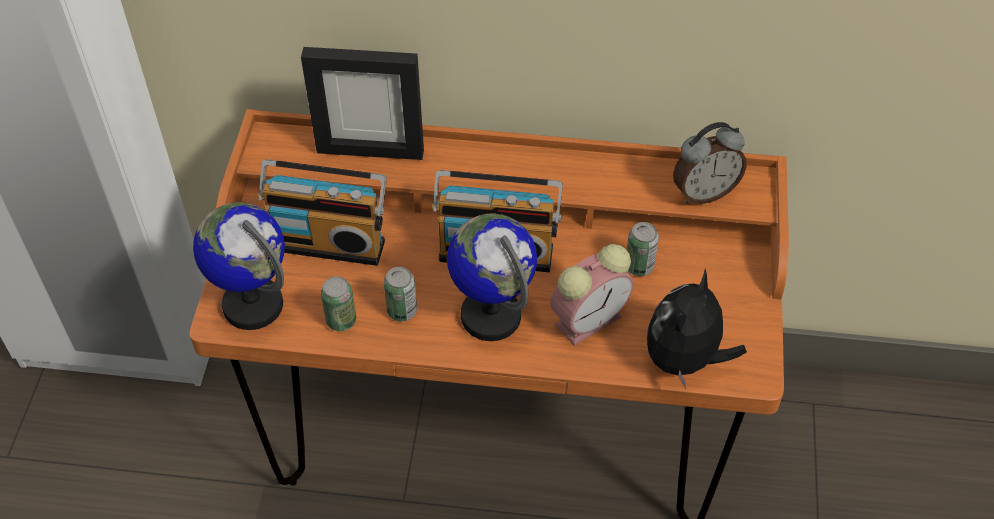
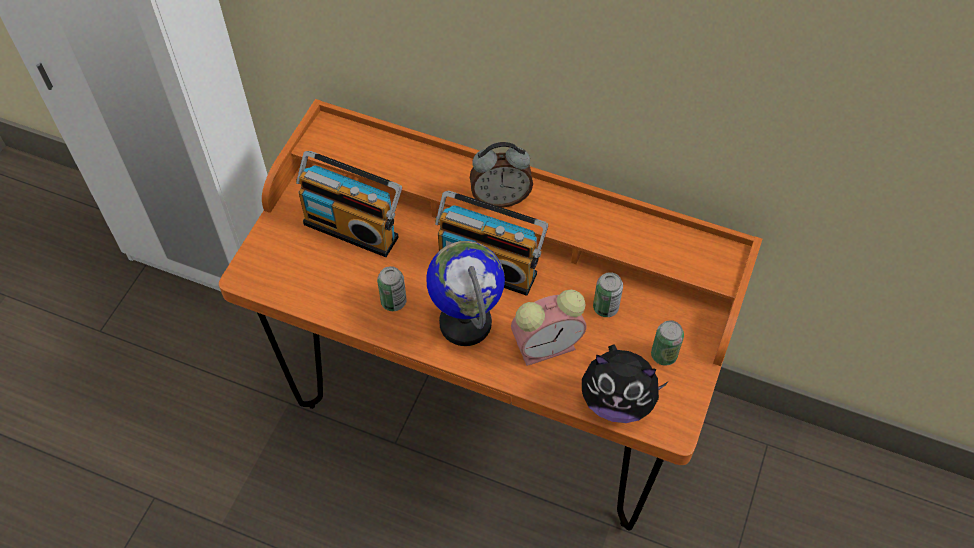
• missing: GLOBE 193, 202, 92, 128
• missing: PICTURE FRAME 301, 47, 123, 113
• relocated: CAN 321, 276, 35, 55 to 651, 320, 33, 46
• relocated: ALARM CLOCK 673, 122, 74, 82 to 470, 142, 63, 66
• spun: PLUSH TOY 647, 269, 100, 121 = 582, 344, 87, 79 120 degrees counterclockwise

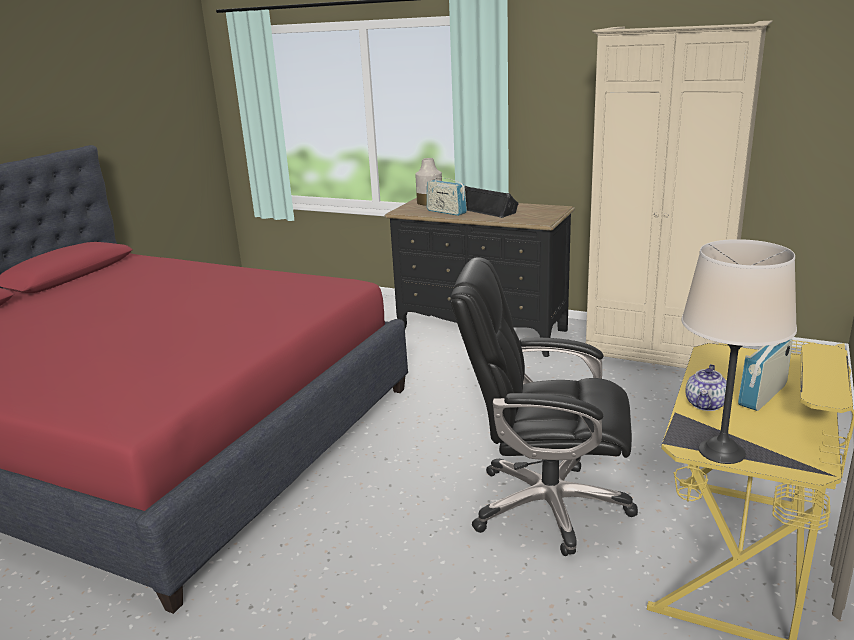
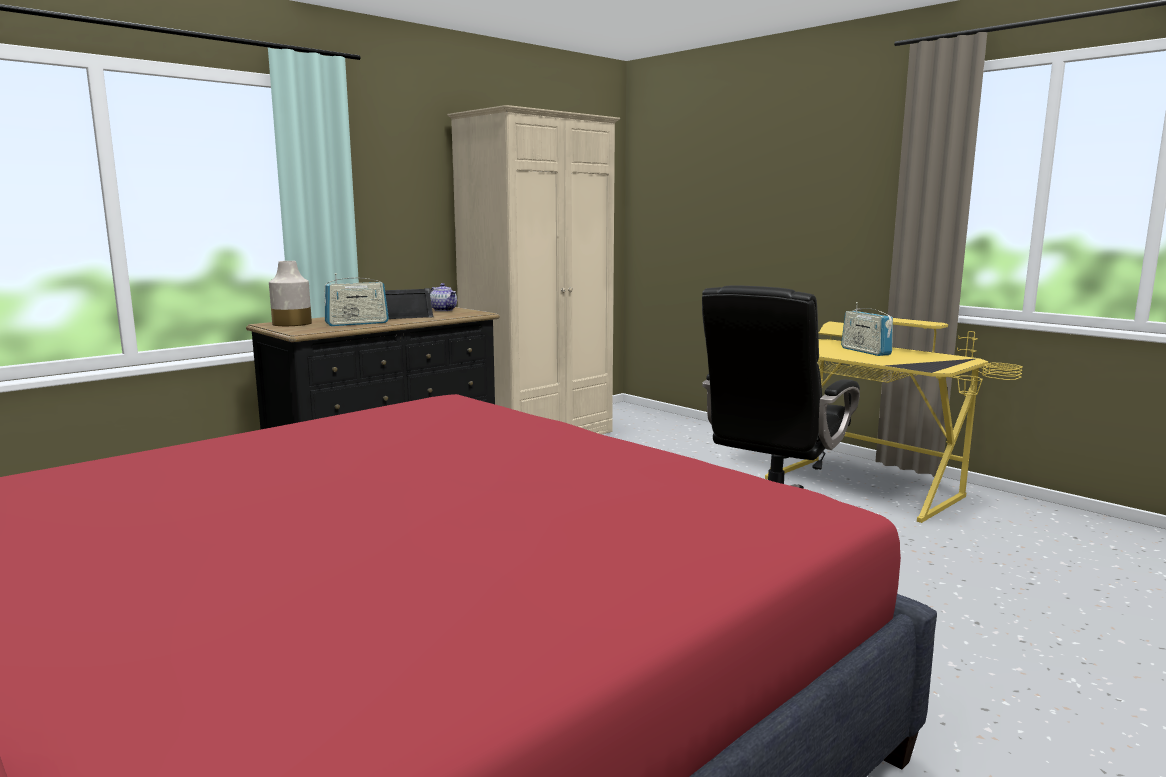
• missing: BEIGE TABLE LAMP 681, 239, 116, 225
• relocated: TEAPOT 685, 364, 42, 47 to 430, 283, 27, 28

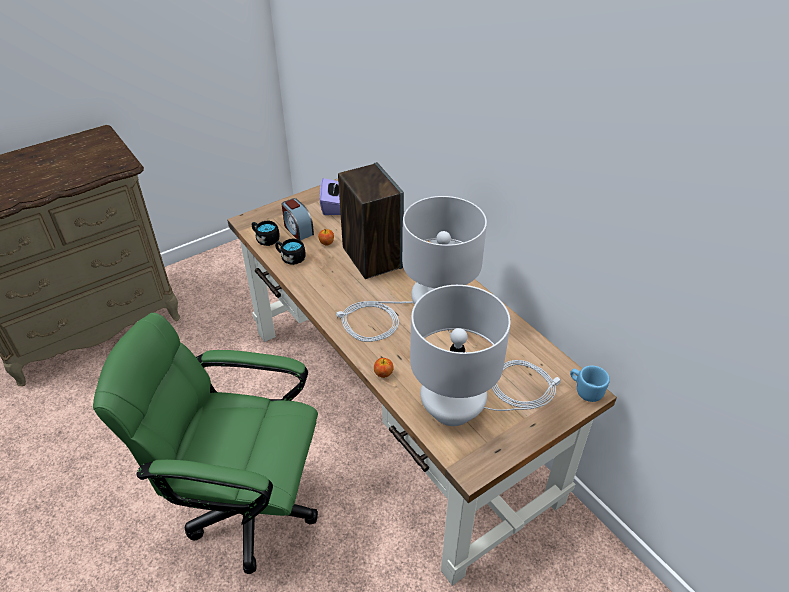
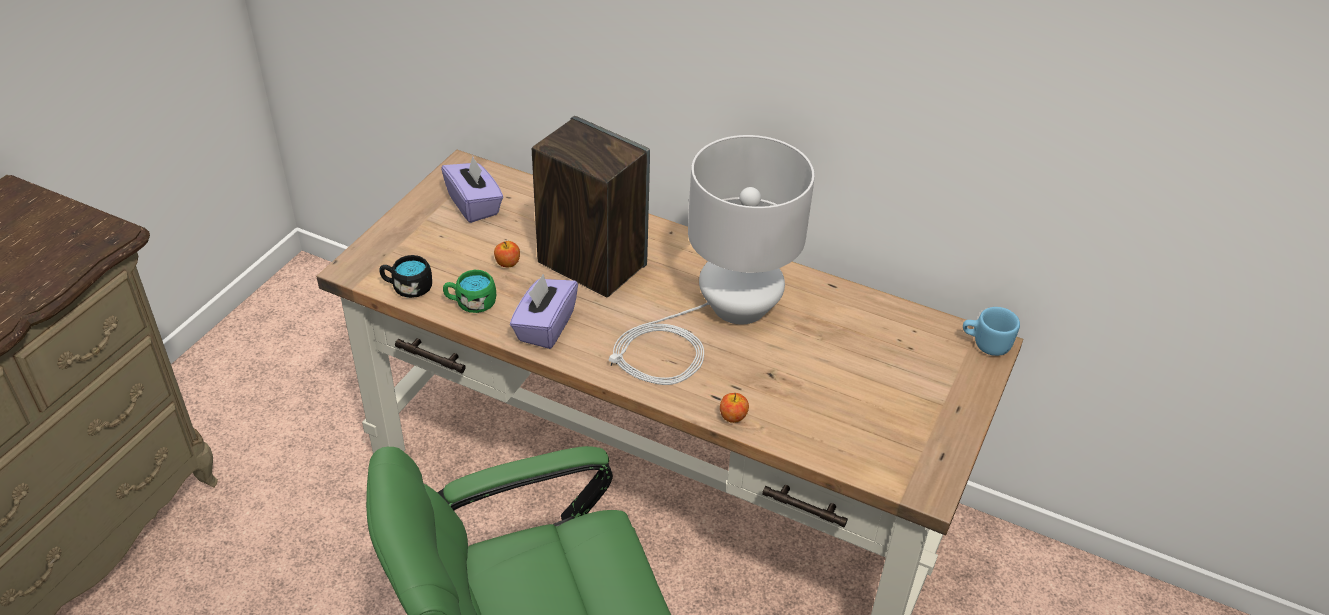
• missing: ALARM CLOCK 281, 198, 33, 43
• missing: WHITE TABLE LAMP 410, 285, 151, 141
• appeared: PURPLE TISSUE BOX 510, 274, 68, 75
• colour: BLACK MUG 275, 238, 31, 27 to GREEN MUG 443, 270, 53, 43

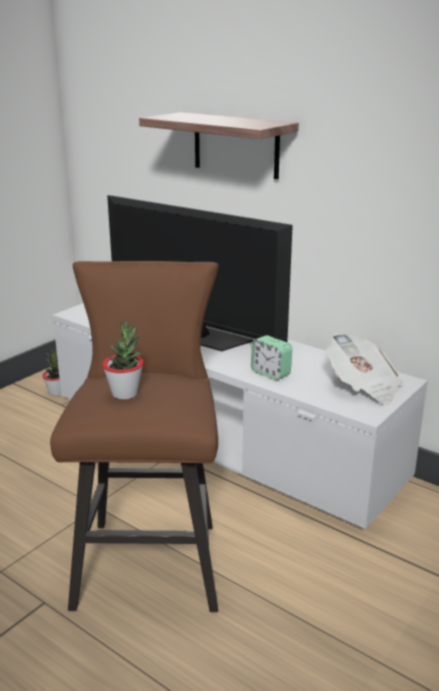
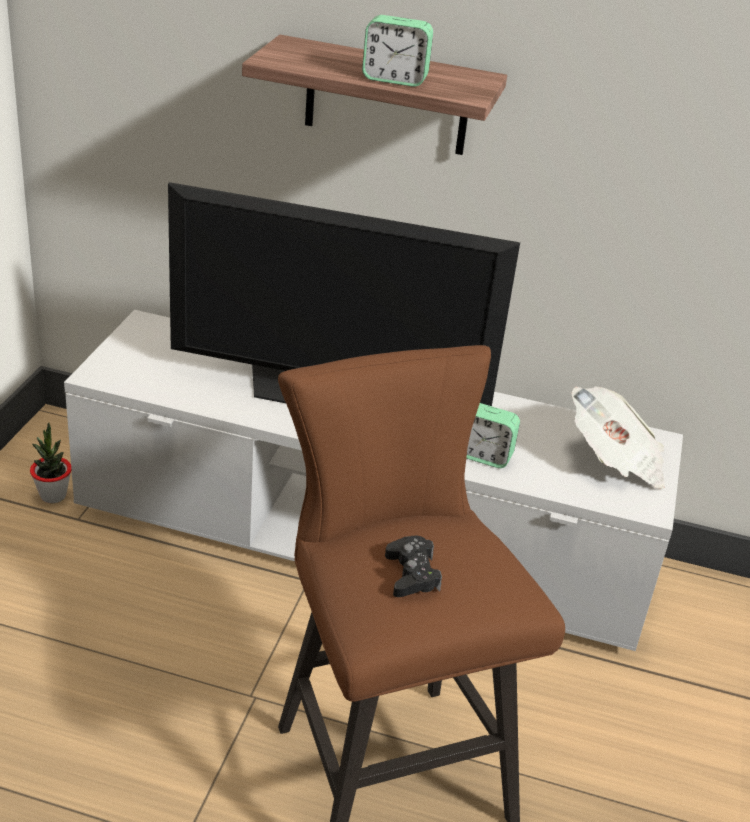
• appeared: ALARM CLOCK 362, 15, 71, 72
• exchanged: POTTED PLANT 102, 322, 41, 77 to BLACK GAME CONTROLLER 385, 536, 57, 61

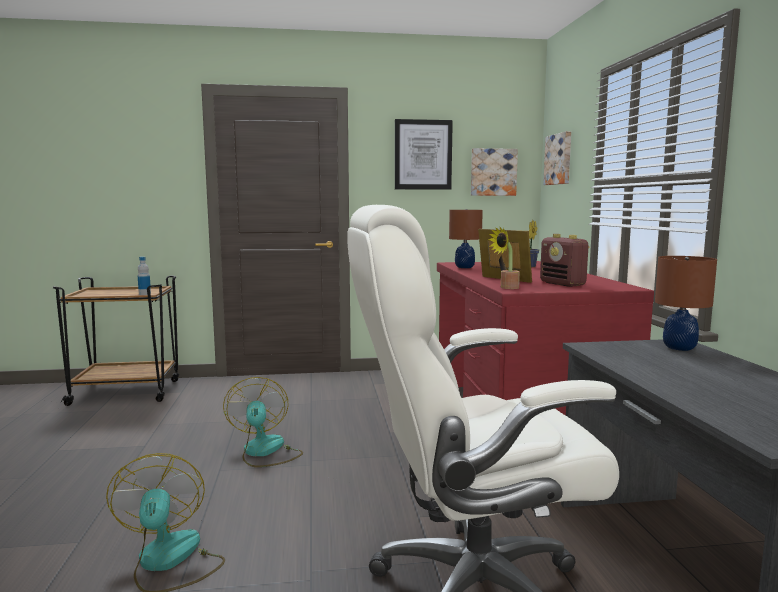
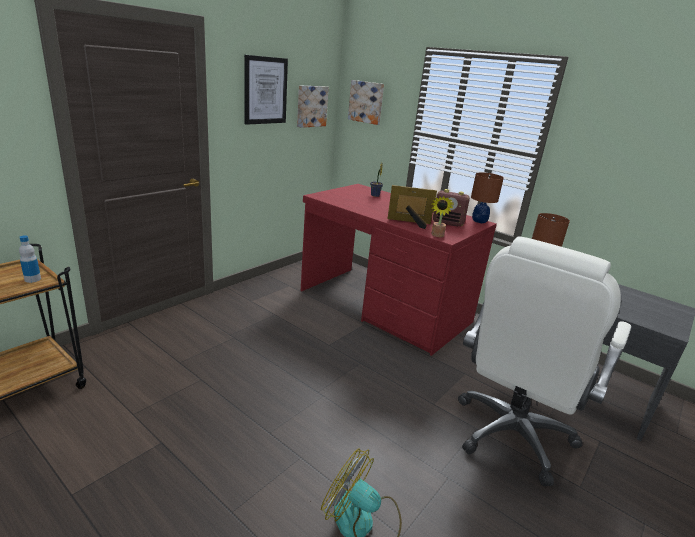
• missing: FAN 223, 377, 80, 90
• relocated: BROWN TABLE LAMP 449, 209, 34, 59 to 471, 172, 33, 51

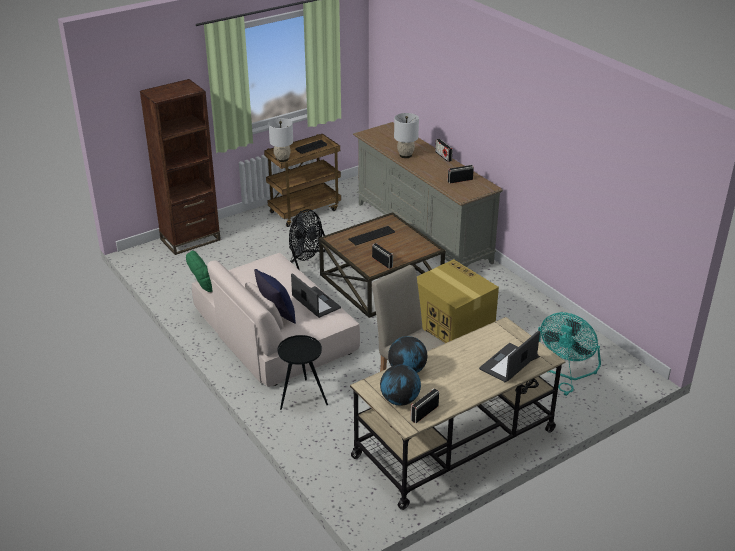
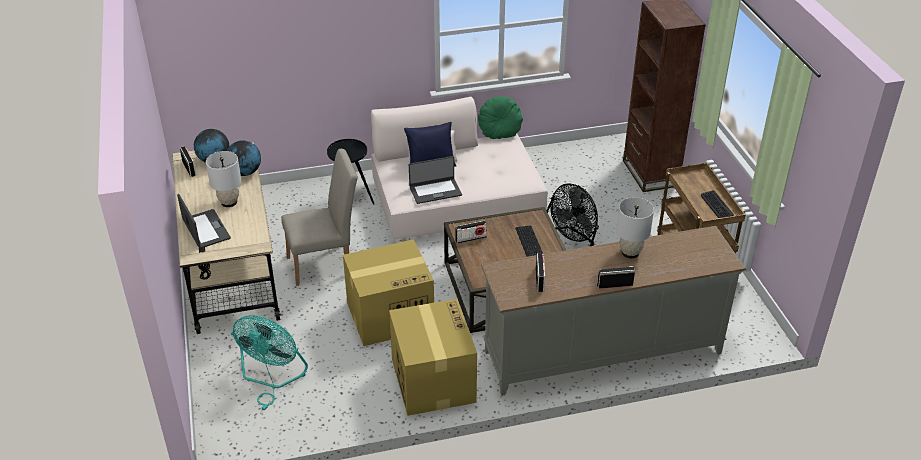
• appeared: CARDBOARD BOX 389, 299, 88, 117
• relocated: WHITE TABLE LAMP 268, 118, 25, 44 to 206, 151, 35, 56
• spun: TURQUOISE FAN 538, 312, 63, 84 = 231, 315, 77, 95 120 degrees counterclockwise

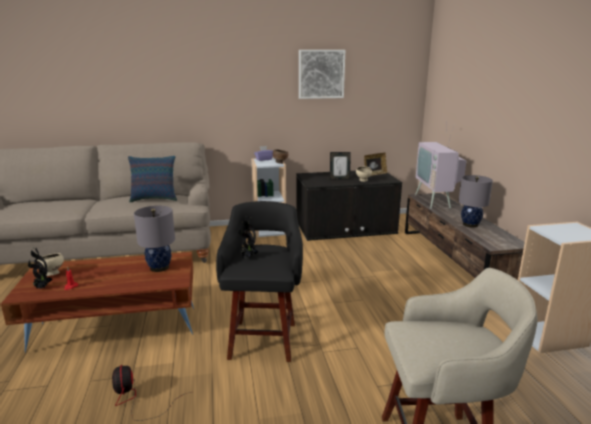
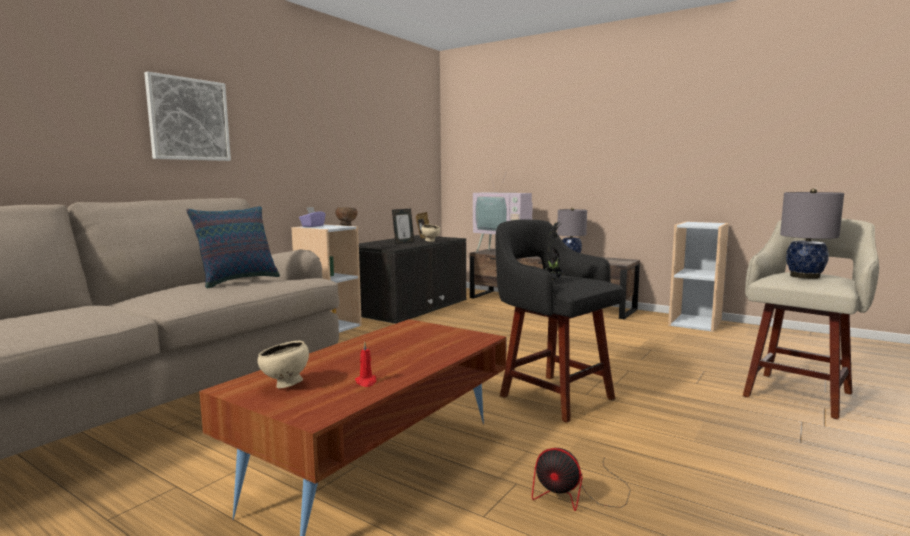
• missing: POTTED PLANT 28, 248, 25, 41
• relocated: GREY TABLE LAMP 134, 206, 41, 66 to 780, 188, 64, 91
• relocated: PICTURE 299, 50, 46, 49 to 144, 71, 87, 90

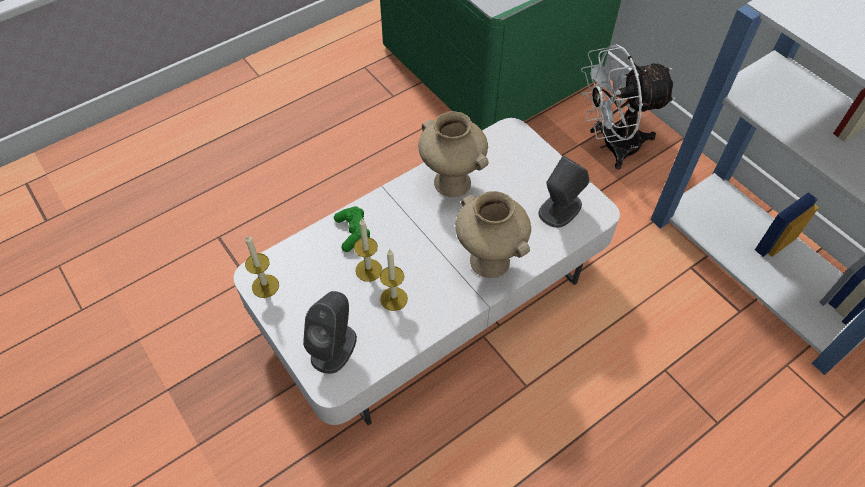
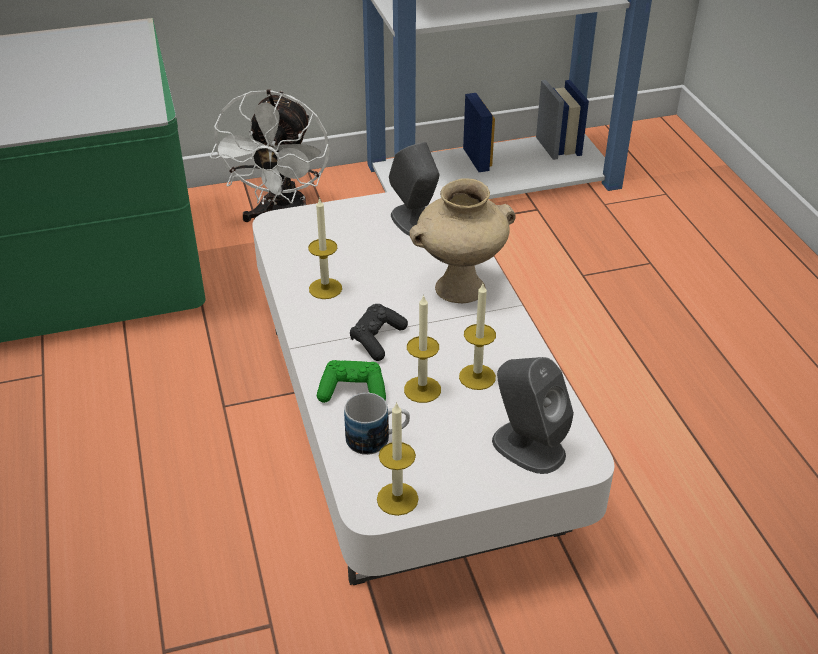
• appeared: MUG 344, 393, 66, 62
• appeared: BLACK GAME CONTROLLER 350, 304, 58, 57
• exchanged: BEIGE VASE 418, 111, 71, 86 to CANDLE 308, 197, 34, 102

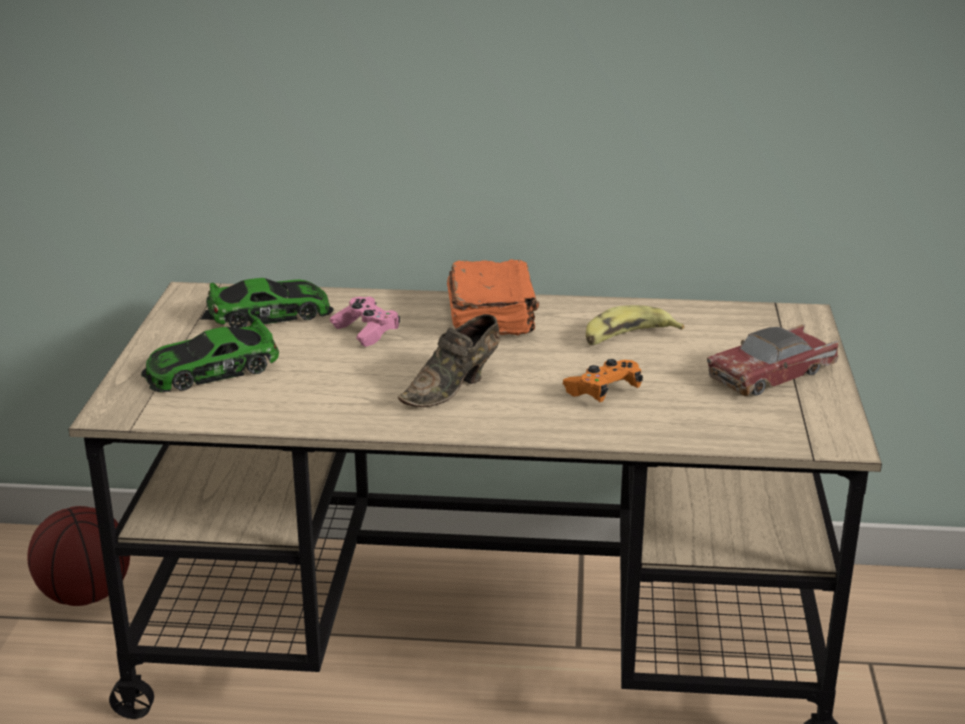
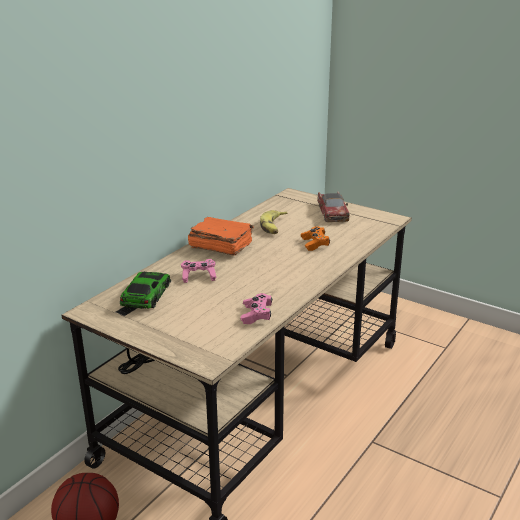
• missing: TOY CAR 141, 319, 138, 73
• missing: BROWN SHOE 398, 314, 102, 93
• appeared: PINK GAME CONTROLLER 240, 293, 33, 31

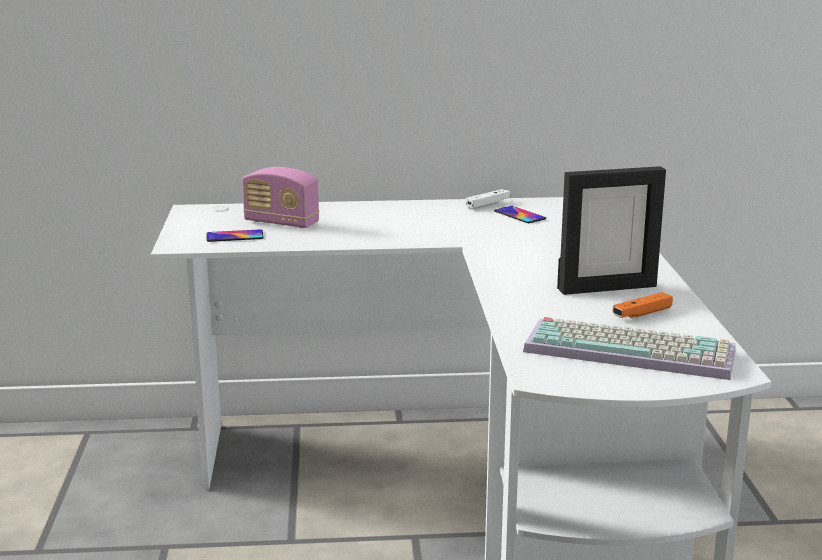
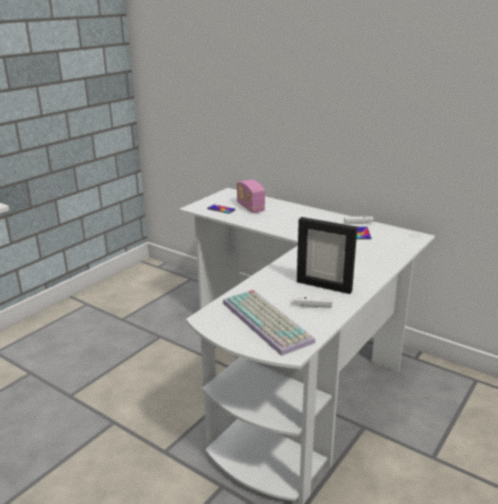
• colour: ORANGE GAME CONTROLLER 612, 292, 61, 26 to WHITE GAME CONTROLLER 293, 296, 39, 12

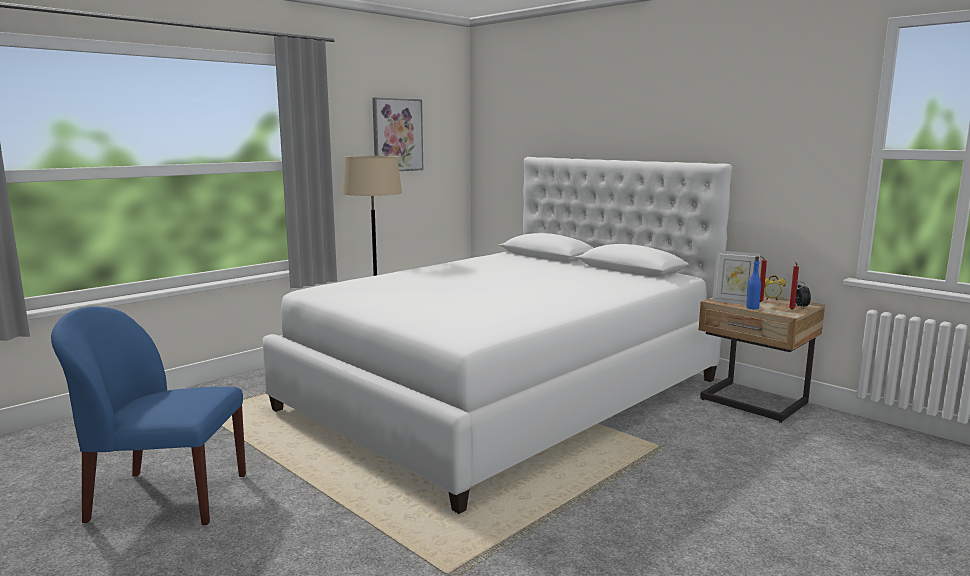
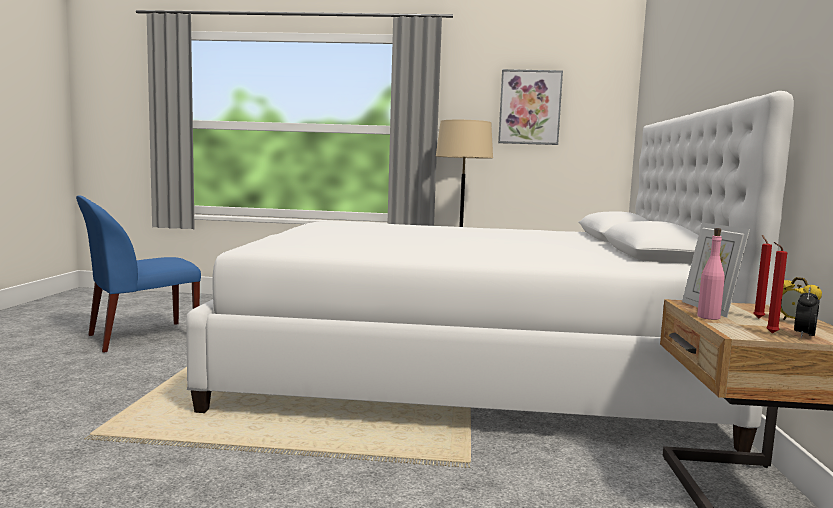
• colour: BLUE BOTTLE 746, 256, 15, 53 to PINK BOTTLE 697, 228, 28, 92
• spun: BLUE CHAIR 51, 306, 195, 219 = 76, 195, 125, 158 90 degrees counterclockwise

